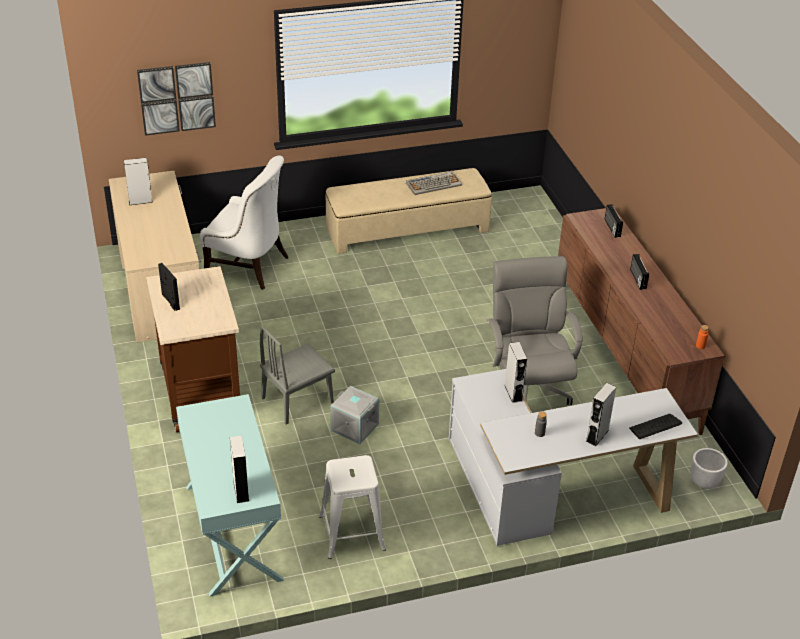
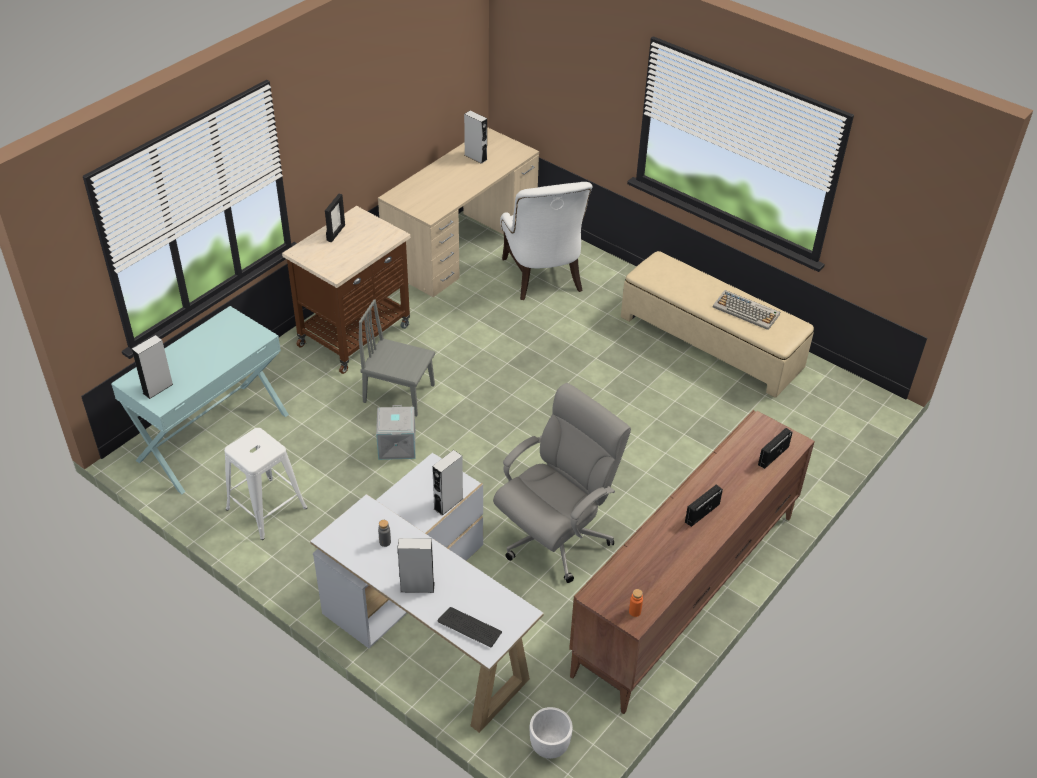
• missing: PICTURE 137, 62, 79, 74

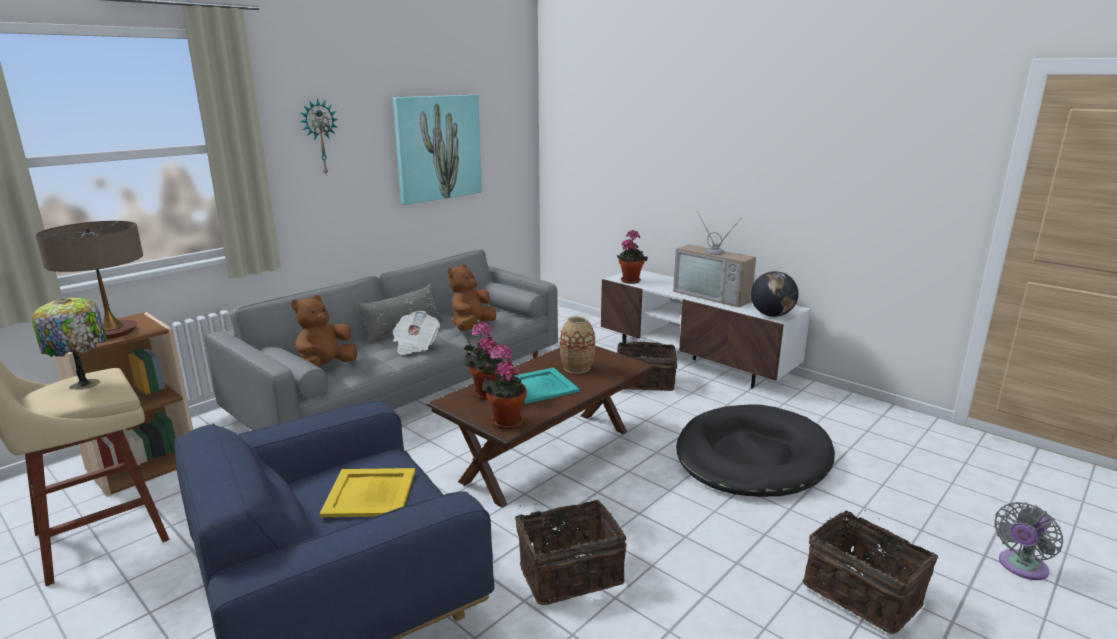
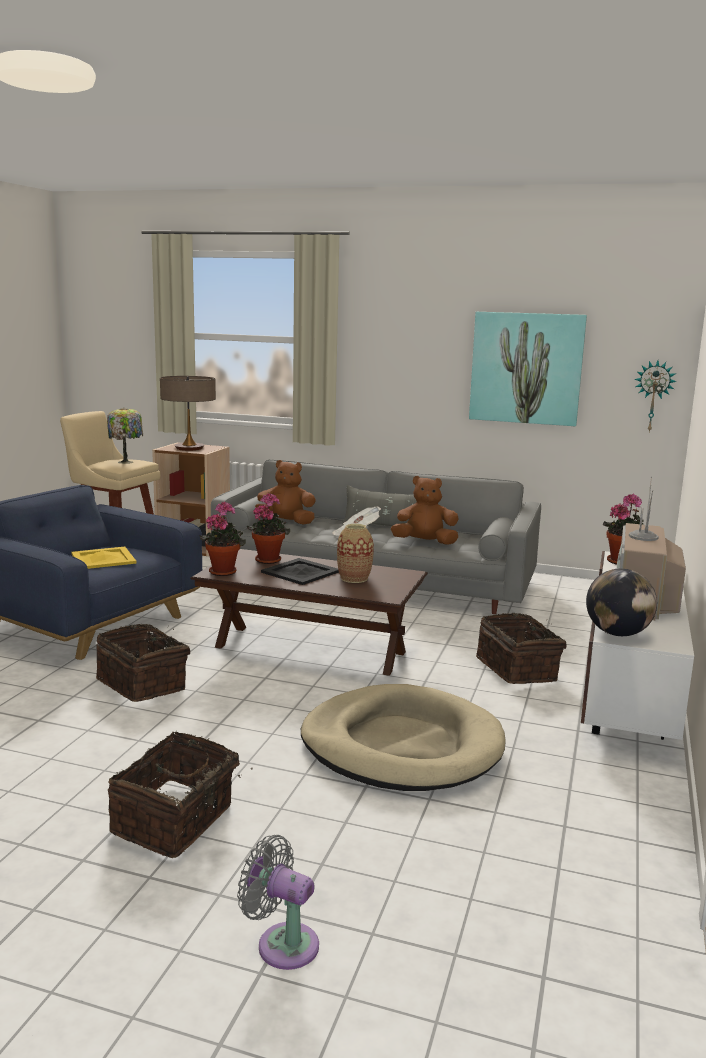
• relocated: WALL CLOCK 300, 98, 39, 76 to 635, 361, 42, 71
• colour: TURQUOISE TRAY 514, 367, 66, 37 to BLACK TRAY 261, 558, 78, 27
• colour: BLACK DOG BED 676, 404, 159, 93 to BEIGE DOG BED 301, 684, 205, 107

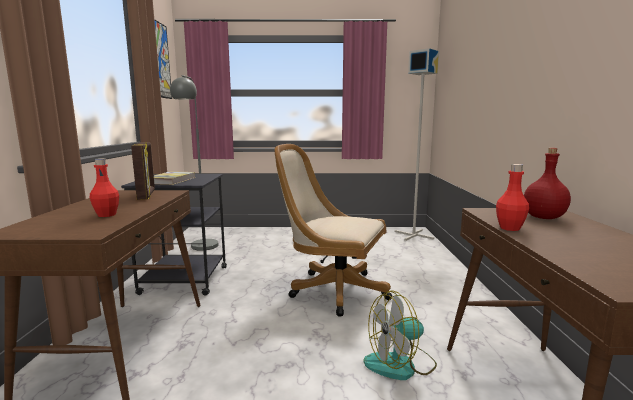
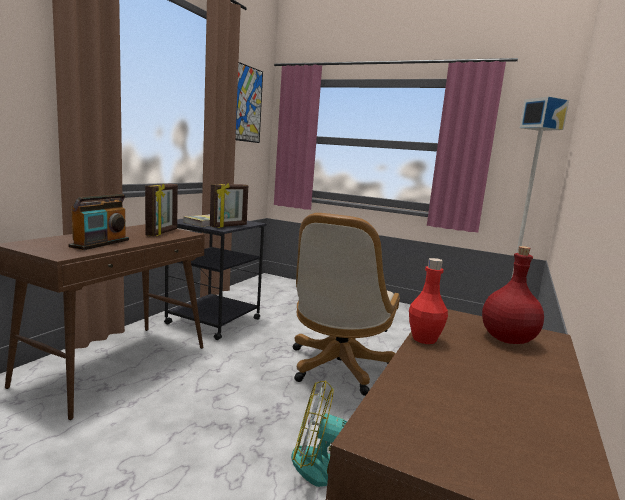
• missing: GREY FLOOR LAMP 170, 75, 49, 176
• appeared: PICTURE FRAME 210, 183, 38, 45
• exchanged: RED BOTTLE 90, 158, 29, 59 to RADIO 69, 194, 60, 56
• spun: OFFICE CHAIR 275, 144, 117, 173 = 293, 213, 107, 183 120 degrees counterclockwise

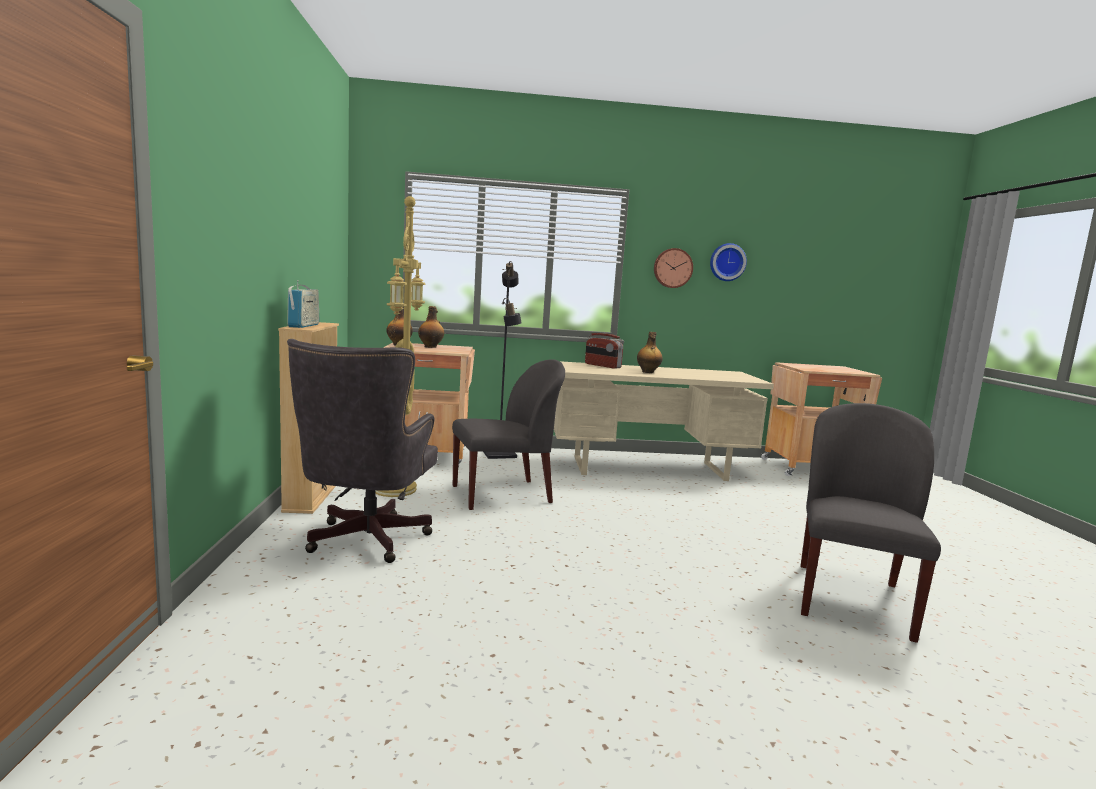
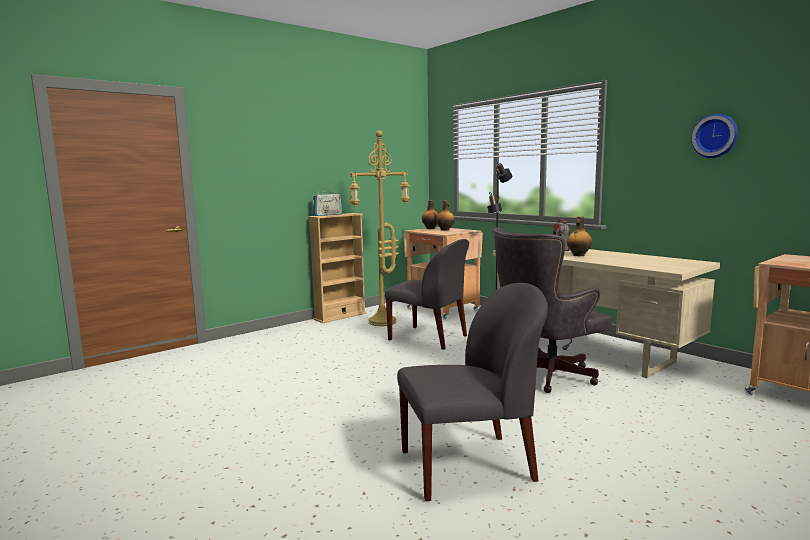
• missing: WALL CLOCK 654, 248, 39, 40
• relocated: GREY OFFICE CHAIR 287, 339, 151, 224 to 493, 227, 119, 166

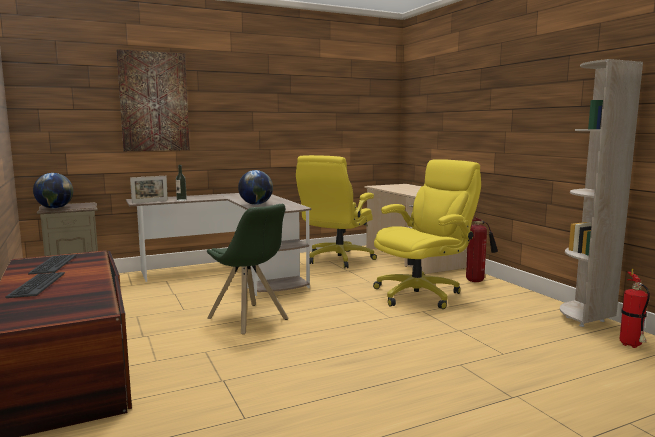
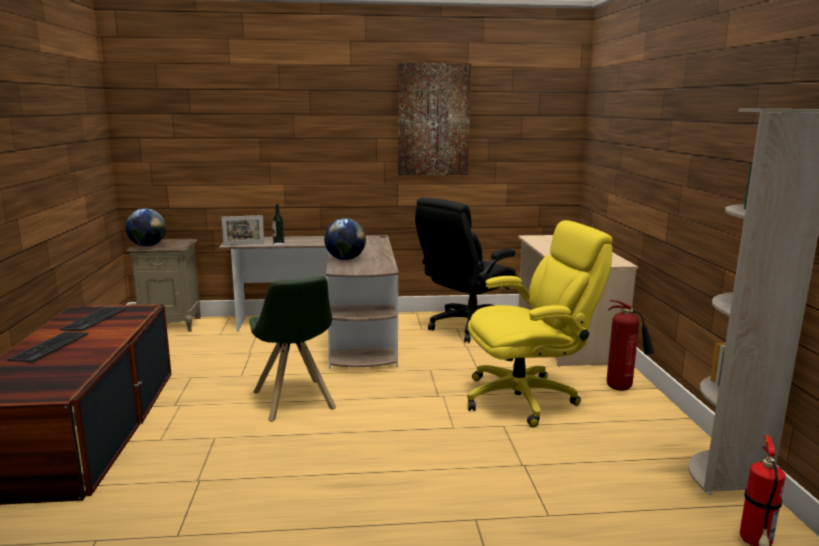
• relocated: PICTURE 117, 49, 73, 102 to 398, 63, 74, 112
• colour: YELLOW OFFICE CHAIR 296, 155, 81, 113 to BLACK OFFICE CHAIR 415, 197, 102, 146

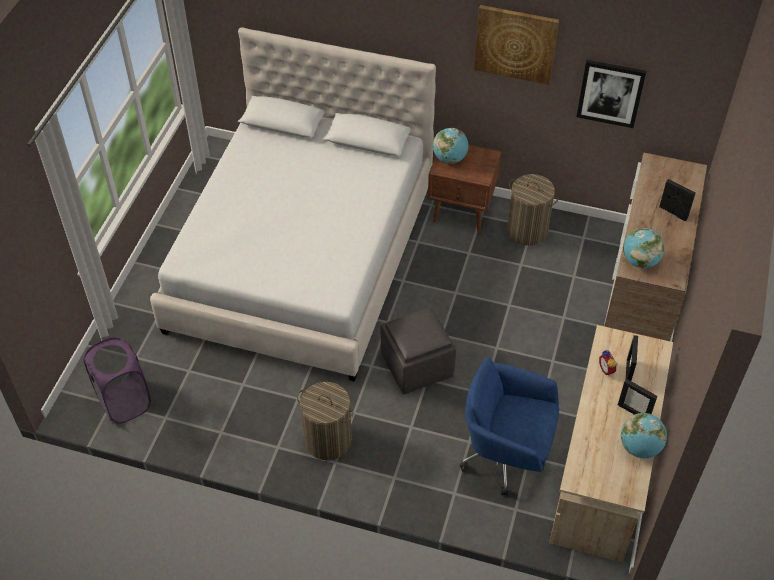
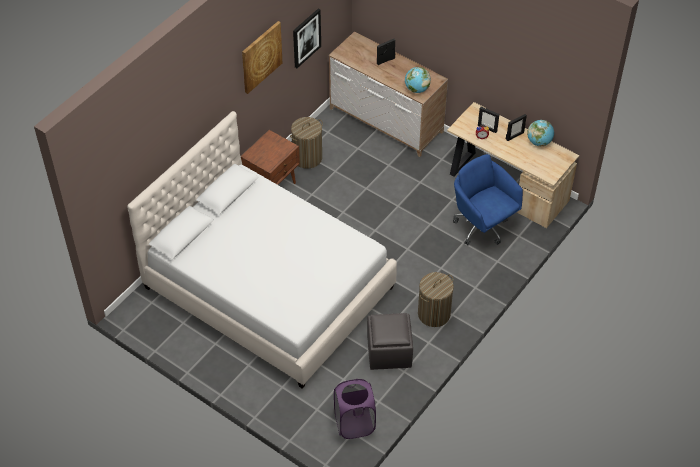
• missing: GLOBE 433, 128, 36, 36
• relocated: GREY OTTOMAN 381, 308, 75, 86 to 367, 313, 46, 57
• spun: BLUE OFFICE CHAIR 460, 357, 99, 138 = 453, 154, 70, 91 105 degrees clockwise

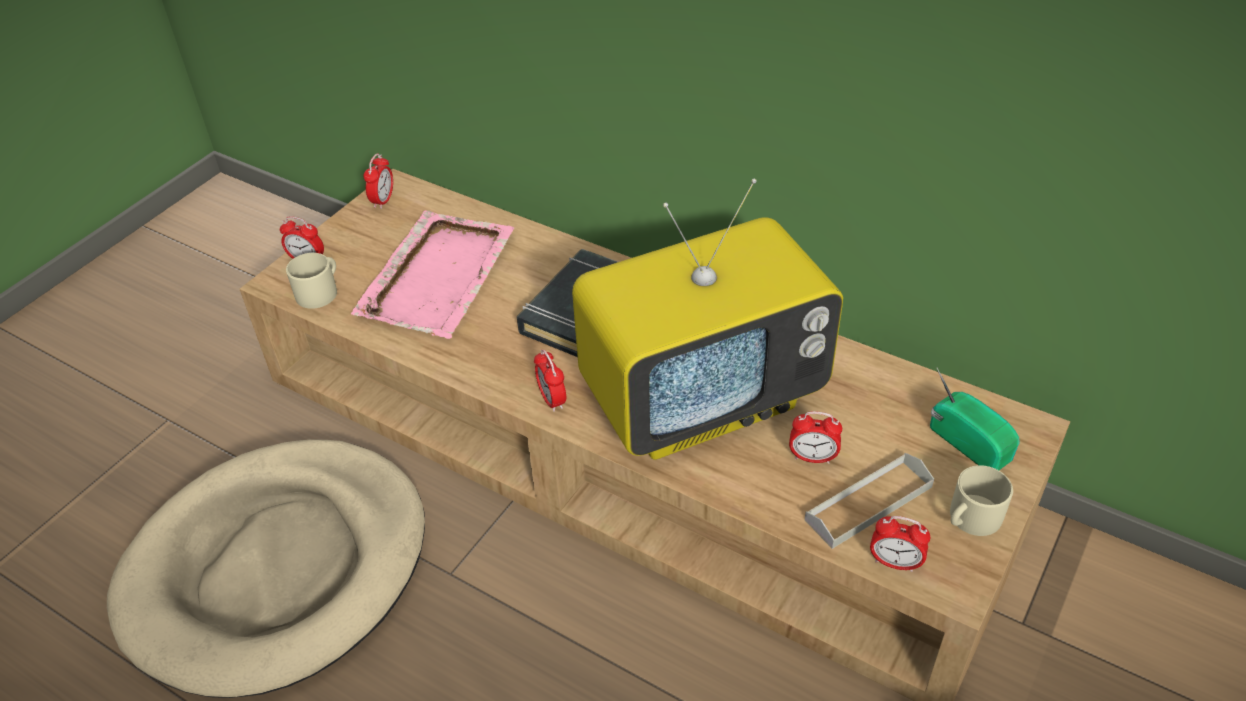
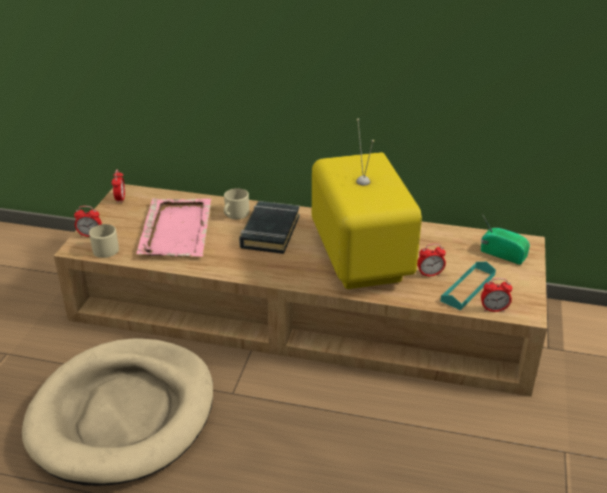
• missing: ALARM CLOCK 534, 350, 32, 62
• relocated: BEIGE MUG 950, 465, 63, 71 to 224, 188, 25, 31
• colour: GREY TRAY 804, 453, 130, 96 to TURQUOISE TRAY 440, 262, 56, 48
• spun: TELEVISION 572, 178, 271, 282 = 312, 119, 110, 170 60 degrees counterclockwise

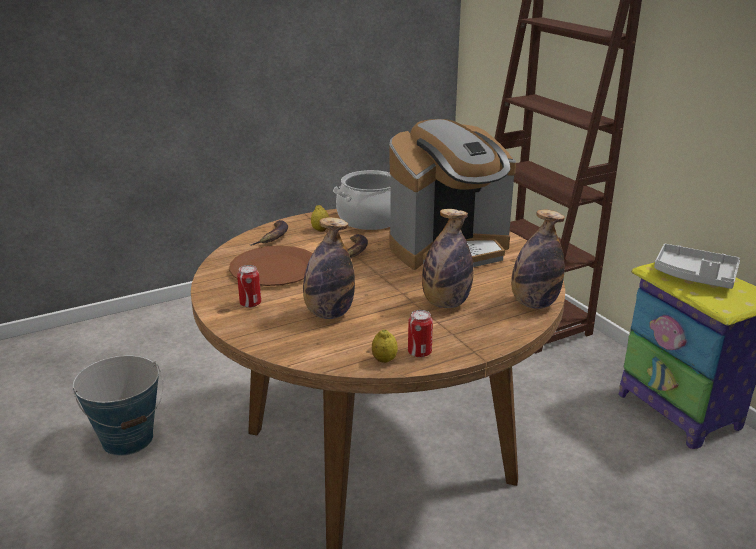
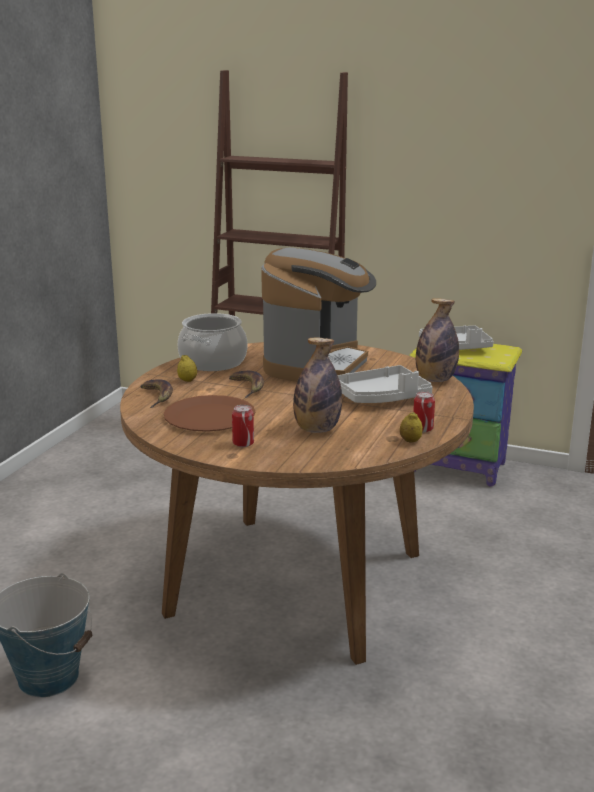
• exchanged: BOTTLE 422, 209, 51, 99 to GREY TRAY 338, 365, 95, 38

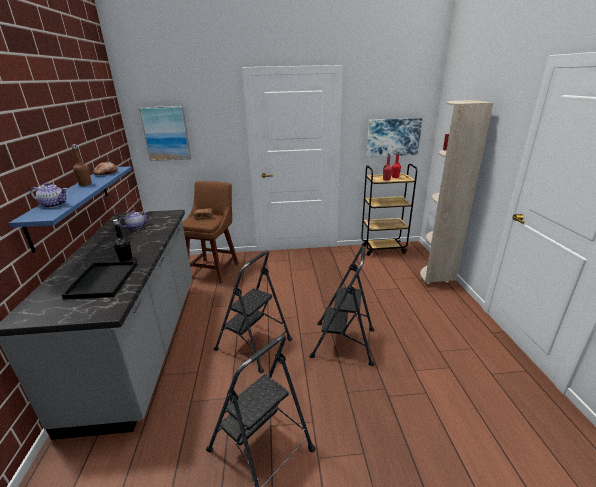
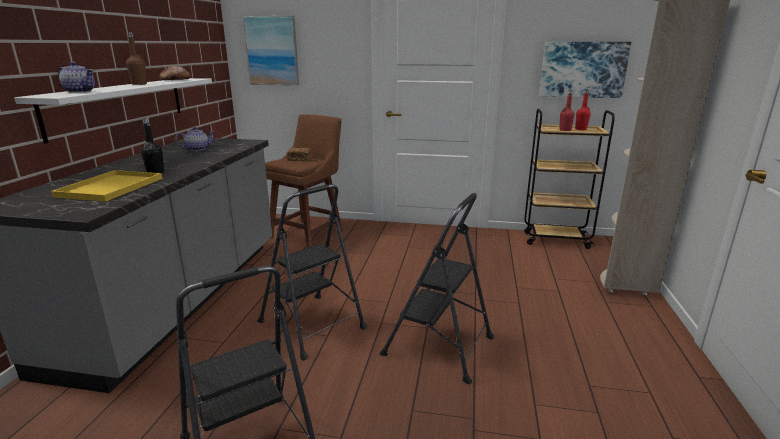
• colour: BLUE SHELF 9, 166, 123, 87 to WHITE SHELF 14, 78, 198, 66
• colour: BLACK TRAY 62, 261, 75, 38 to YELLOW TRAY 51, 170, 111, 32

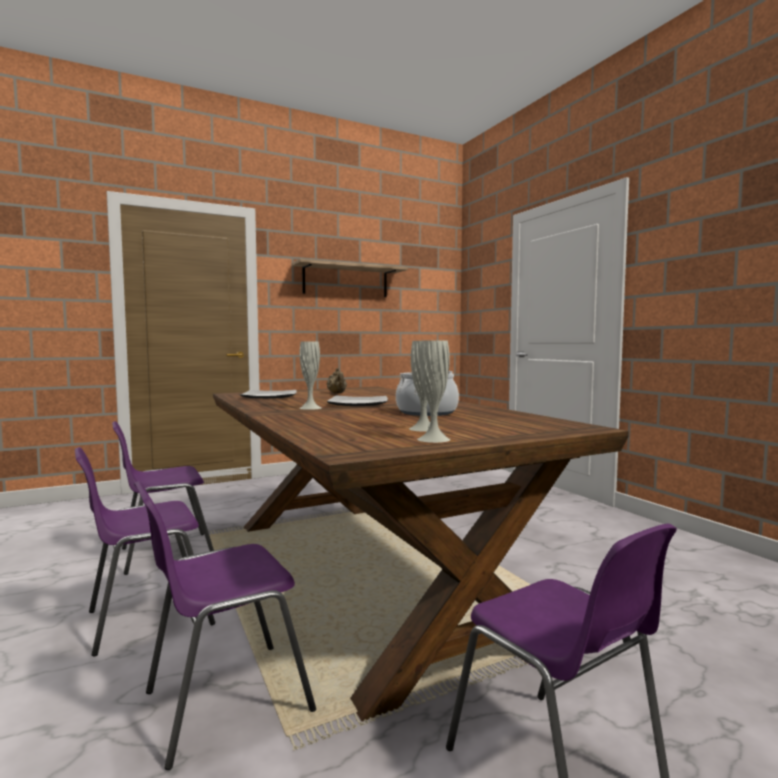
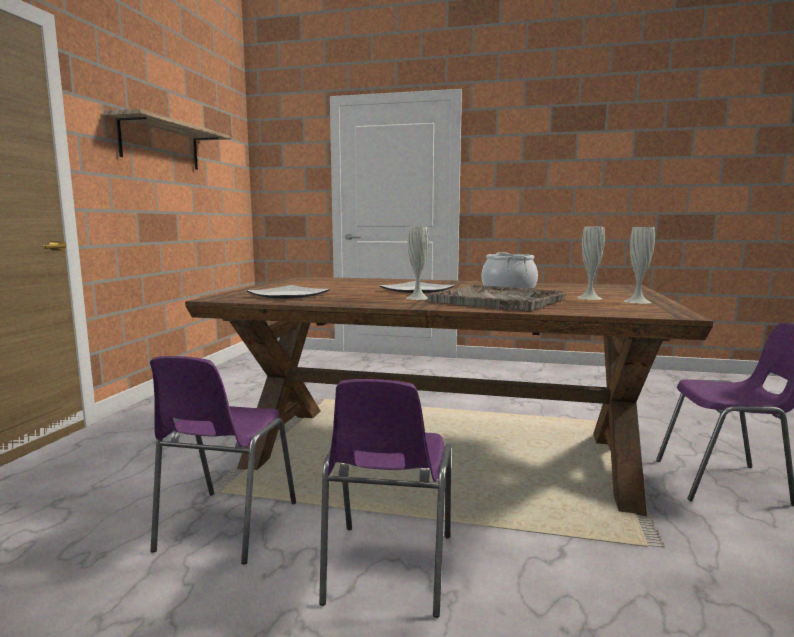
• missing: PURPLE CHAIR 134, 481, 182, 289
• missing: BEIGE TEAPOT 327, 368, 20, 25
• appeared: GREY TRAY 427, 285, 139, 27

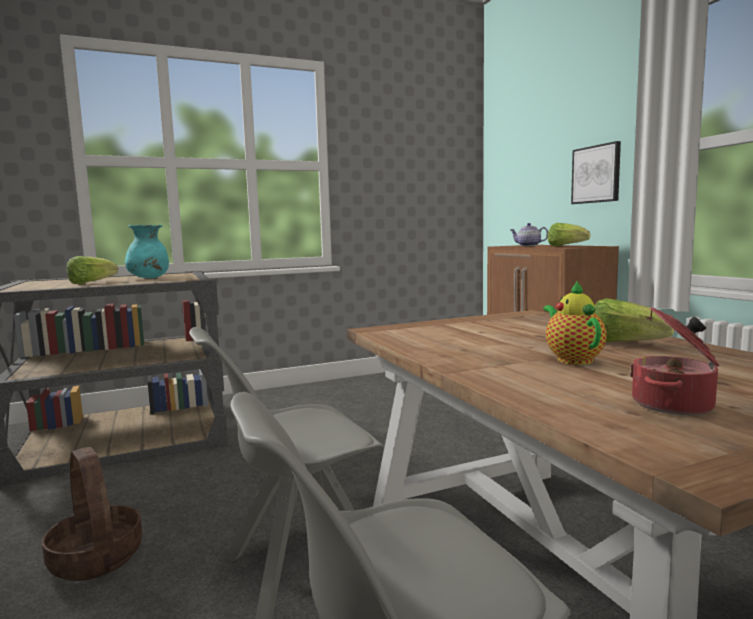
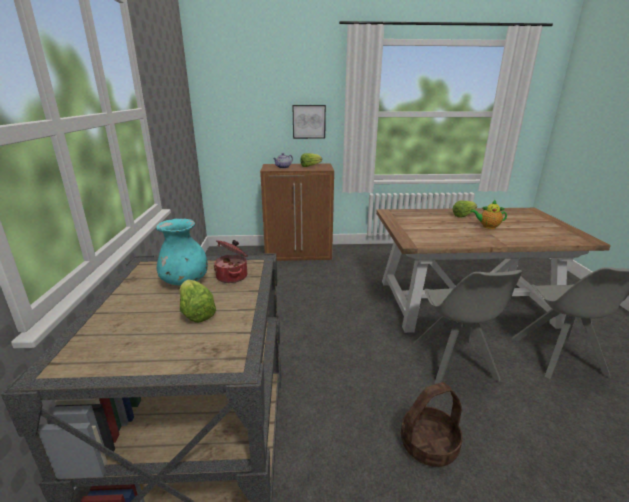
• relocated: COOKING POT 630, 307, 90, 108 to 214, 240, 34, 43

